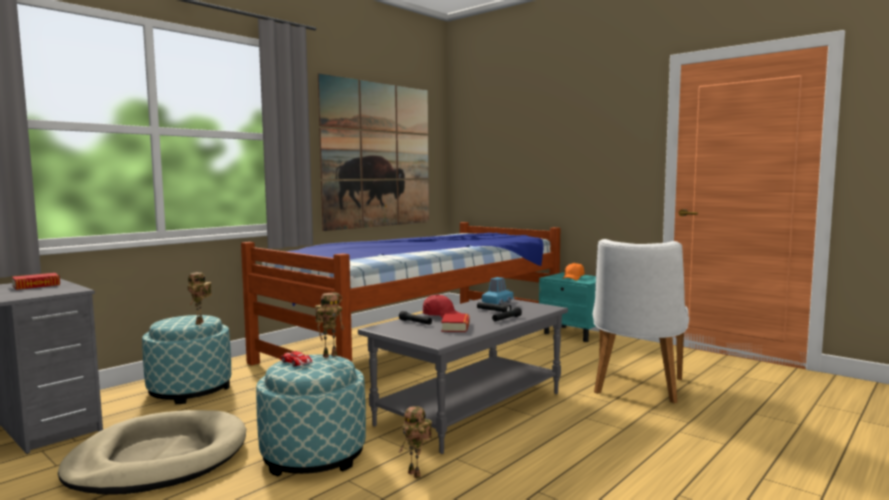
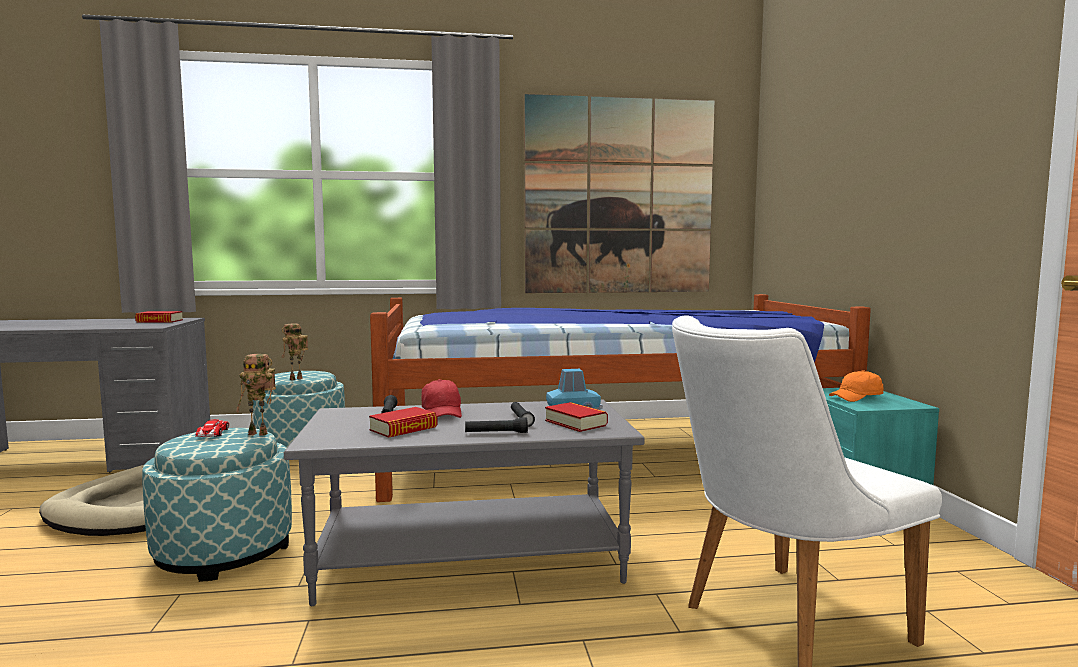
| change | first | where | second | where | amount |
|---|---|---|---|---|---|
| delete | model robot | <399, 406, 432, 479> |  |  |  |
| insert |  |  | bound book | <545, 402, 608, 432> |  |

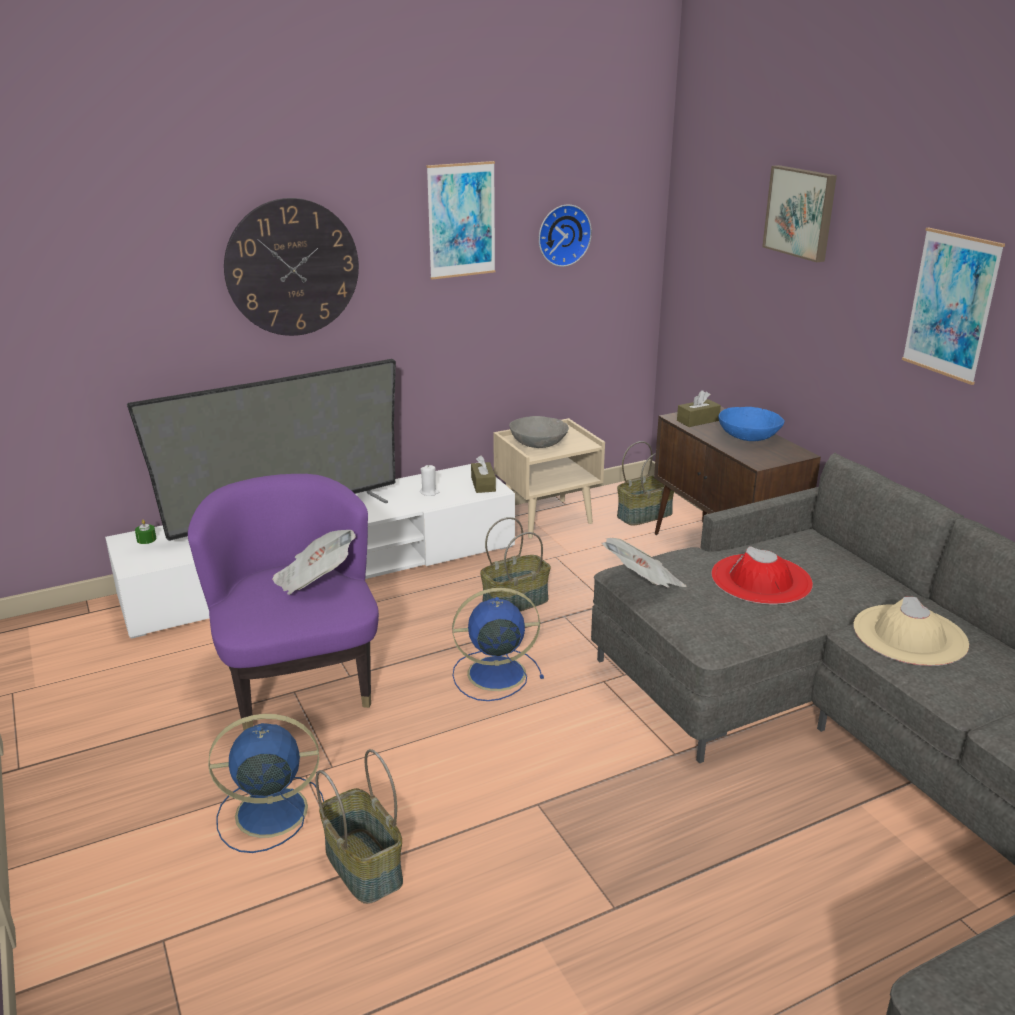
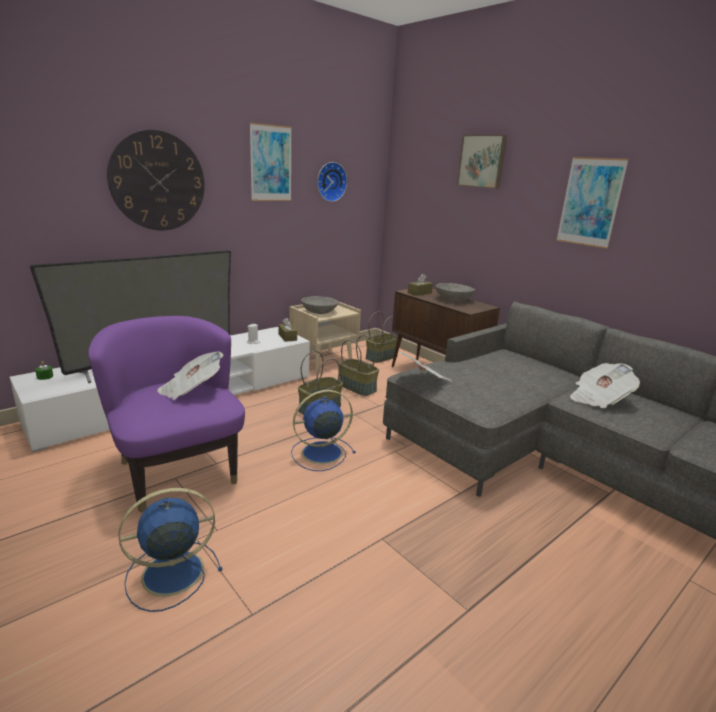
| change | first | where | second | where | amount |
|---|---|---|---|---|---|
| recolor | blue bowl | <718, 407, 785, 441> | grey bowl | <436, 283, 475, 301> |  |
| delete | red-coloured clothing hat | <711, 546, 813, 604> |  |  |  |
| replace | beige-coloured clothing hat | <853, 597, 969, 666> | printed paper | <570, 363, 640, 408> |  |
| move | household basket | <316, 749, 403, 904> |  | <339, 335, 379, 396> |  |

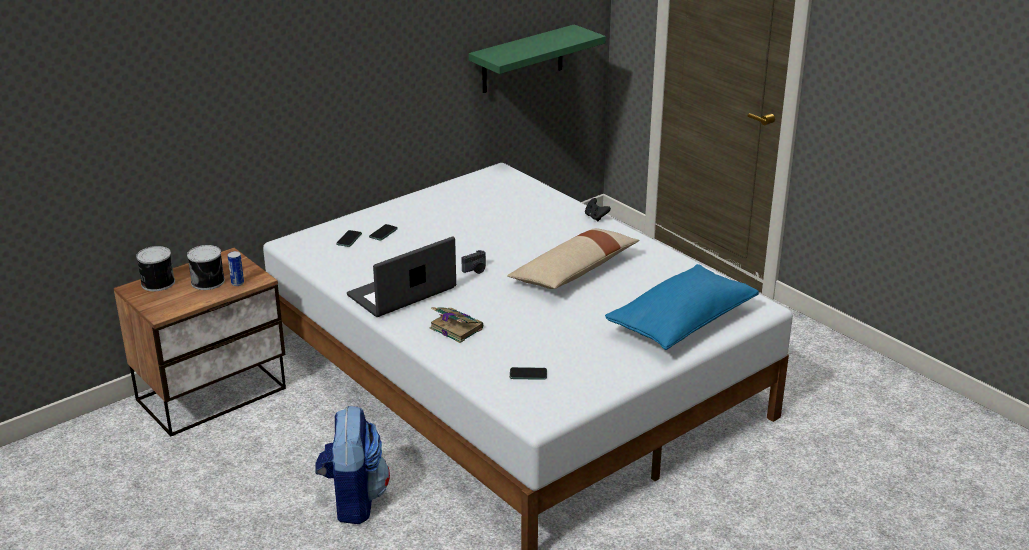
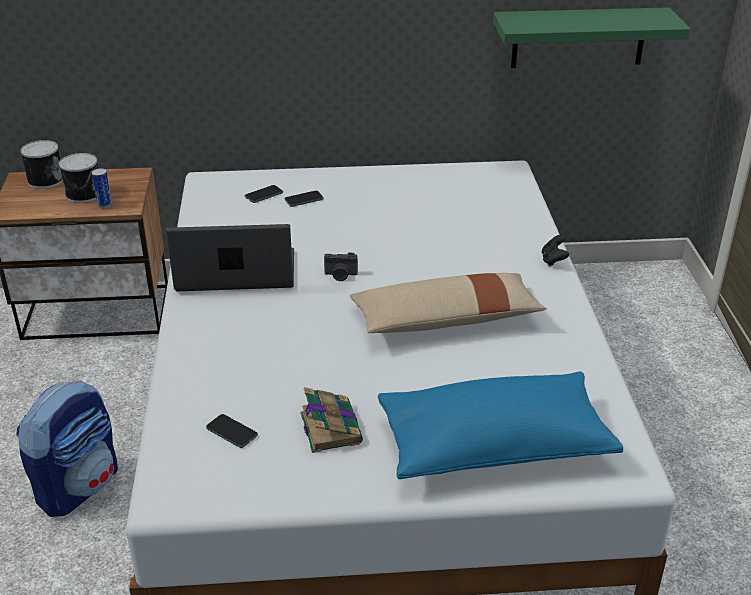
| change | first | where | second | where | amount |
|---|---|---|---|---|---|
| move | bound book | <430, 307, 483, 343> |  | <300, 387, 363, 453> |  |

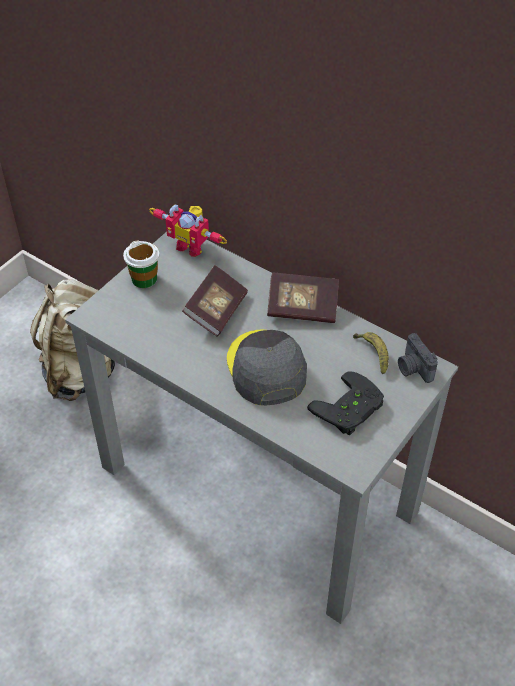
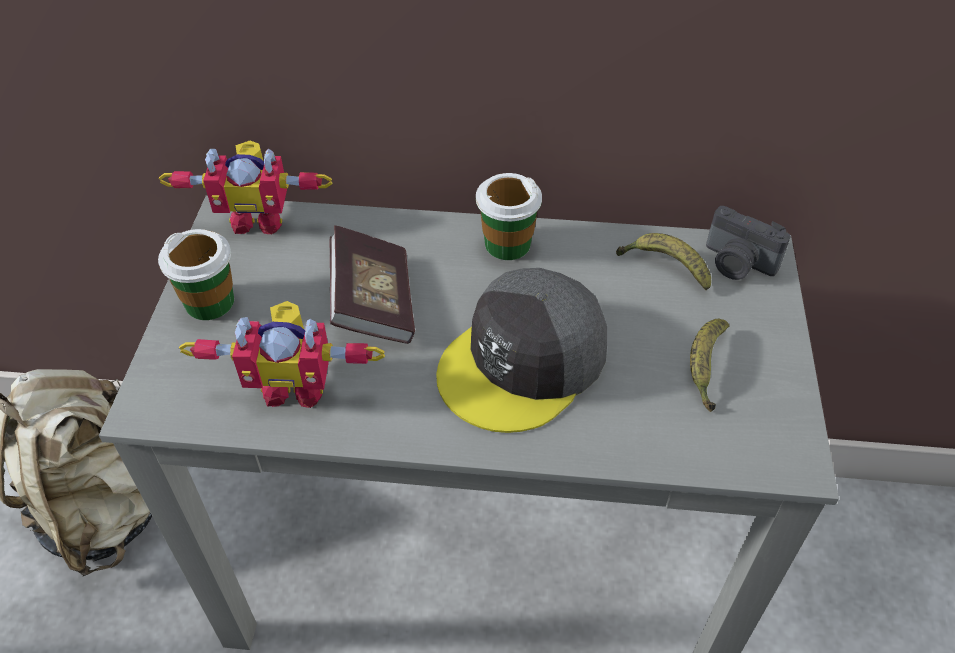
| change | first | where | second | where | amount |
|---|---|---|---|---|---|
| replace | bound book | <267, 272, 339, 323> | drinking cup | <476, 173, 542, 260> |  |
| rotate | grey cap | <227, 330, 307, 405> |  | <436, 268, 607, 433> | 90 degrees counterclockwise |
| replace | black-coloured game controller | <307, 371, 384, 435> | whole banana | <690, 319, 730, 412> |  |
| insert |  |  | model robot | <179, 301, 385, 408> |  |

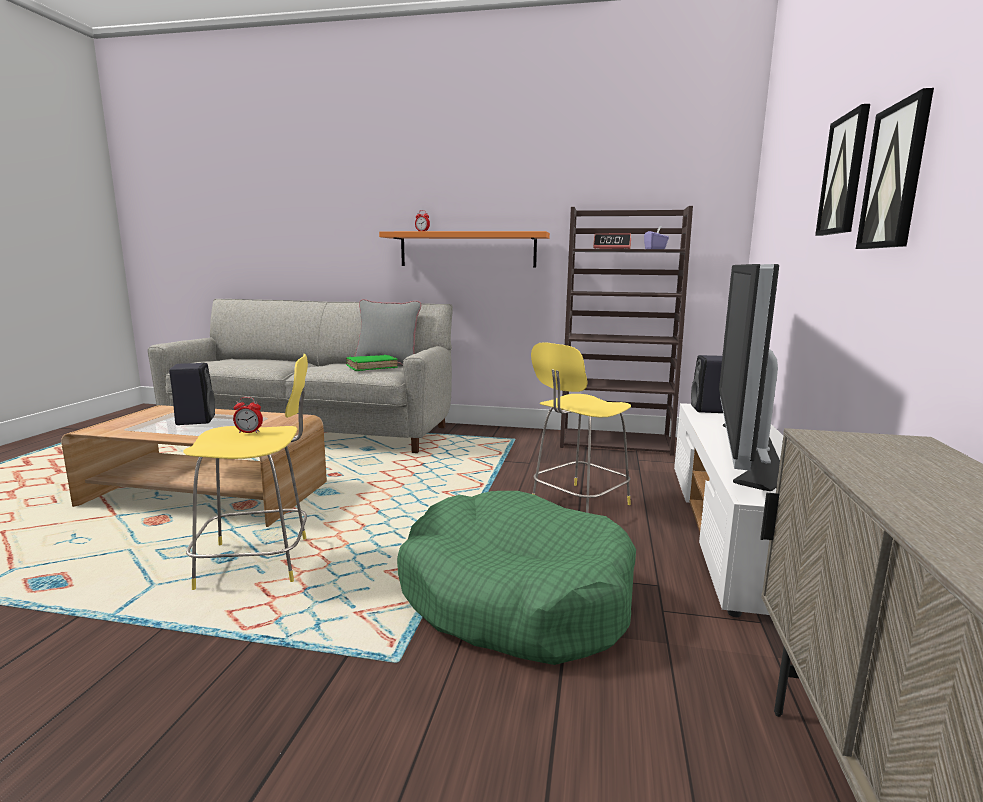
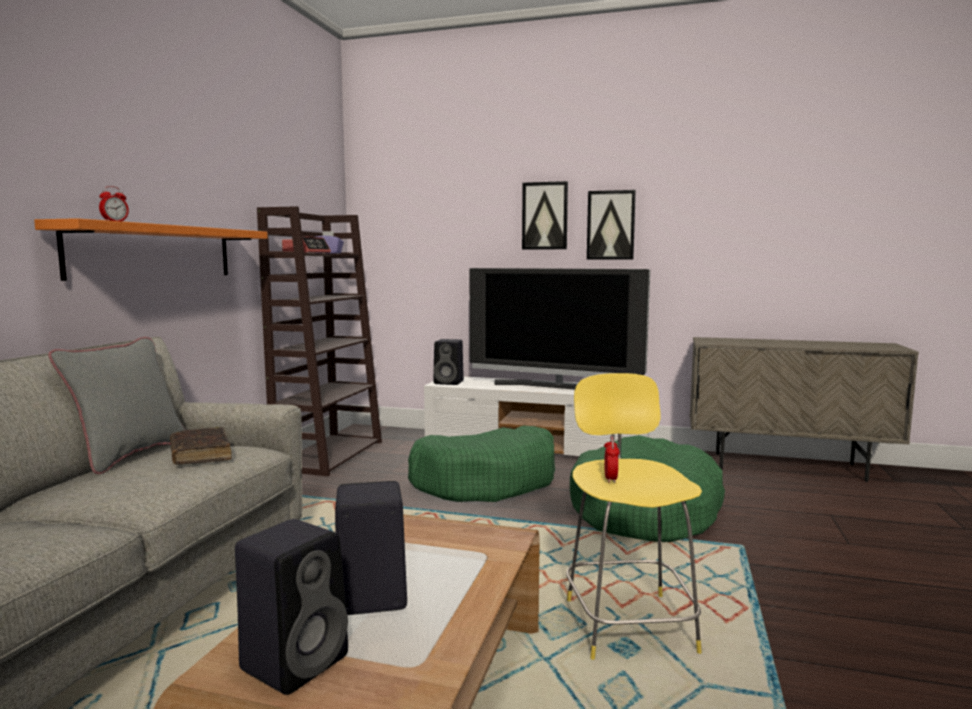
| change | first | where | second | where | amount |
|---|---|---|---|---|---|
| replace | yellowish stool seat | <531, 342, 631, 513> | green-coloured dog bed | <408, 425, 555, 502> |  |
| recolor | green-coloured bound book | <346, 355, 398, 371> | brown bound book | <170, 427, 232, 464> |  |
| insert |  |  | black-coloured speaker | <235, 519, 348, 695> |  |

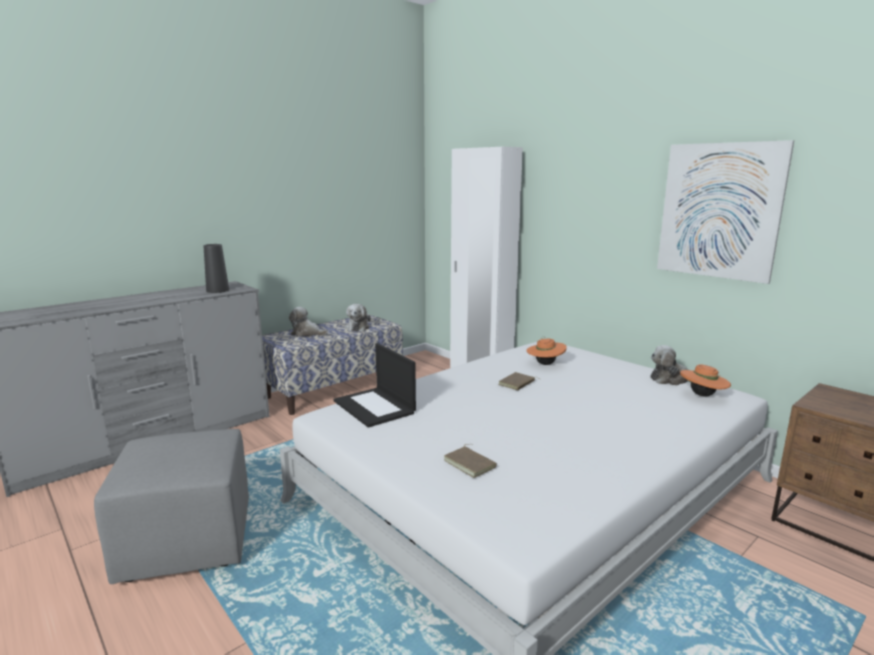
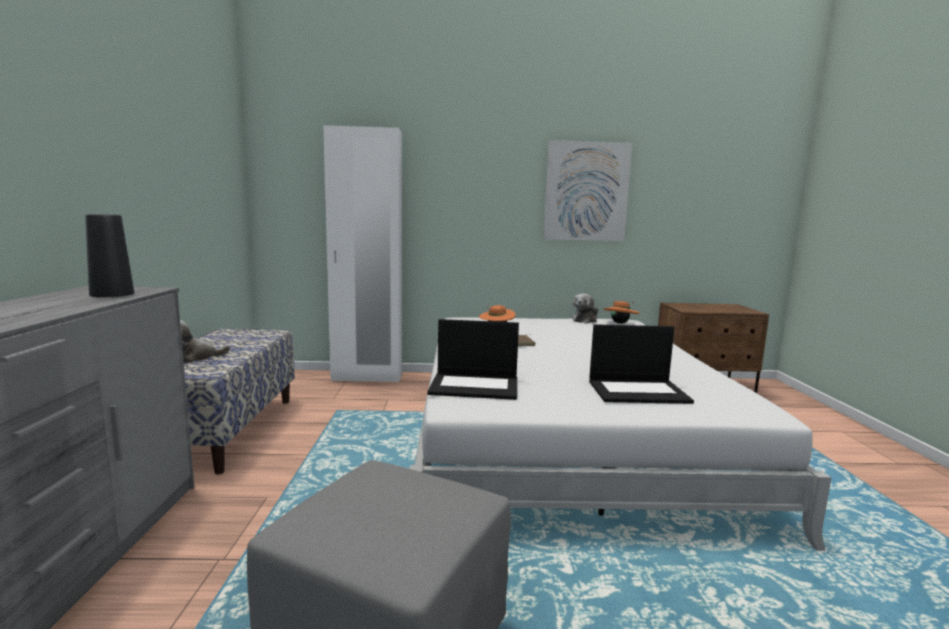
| change | first | where | second | where | amount |
|---|---|---|---|---|---|
| delete | cuddly toy | <345, 304, 371, 331> |  |  |  |
| replace | brown bound book | <444, 444, 497, 478> | notebook computer | <589, 324, 694, 404> |  |

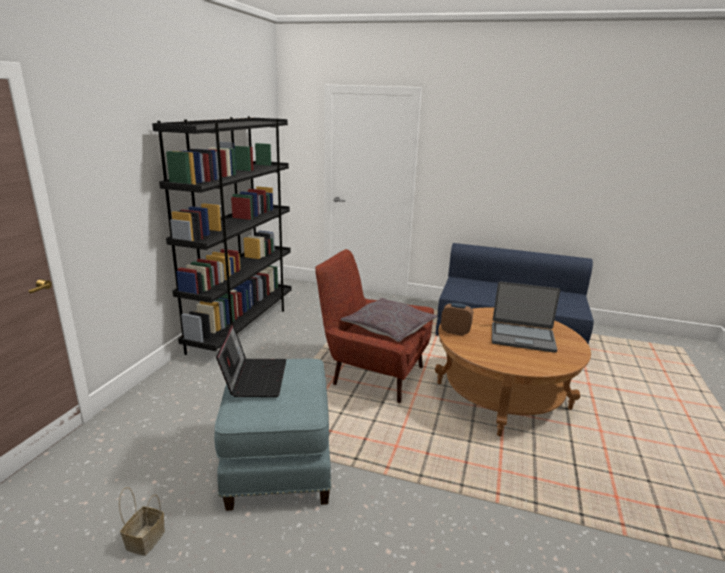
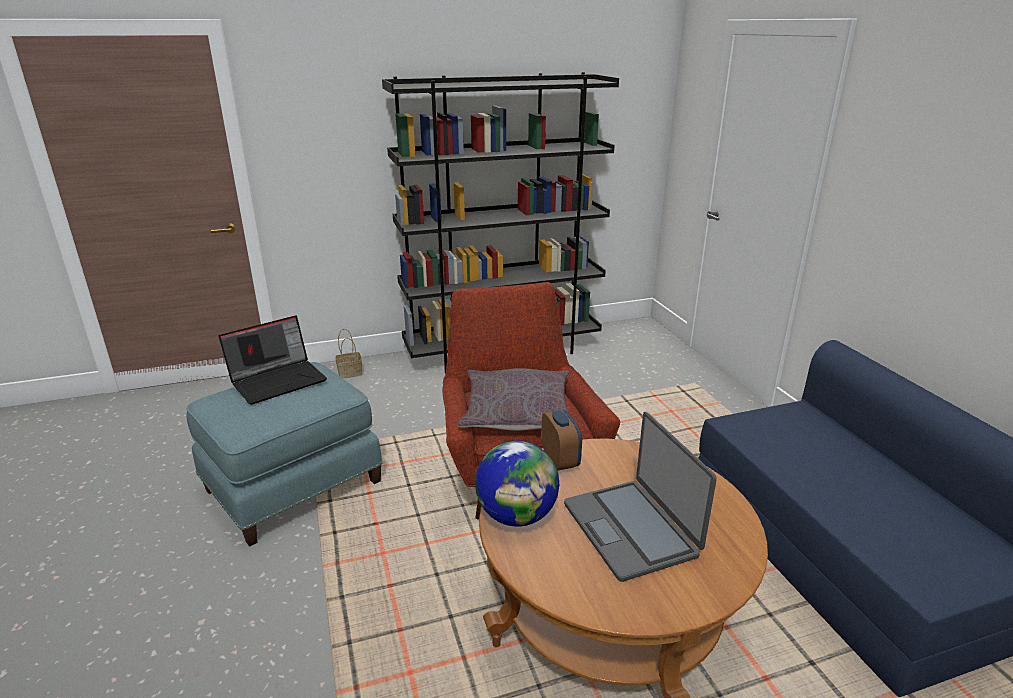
| change | first | where | second | where | amount |
|---|---|---|---|---|---|
| move | household basket | <119, 487, 165, 556> |  | <335, 329, 362, 379> |  |
| insert |  |  | desk globe | <475, 440, 559, 526> |  |

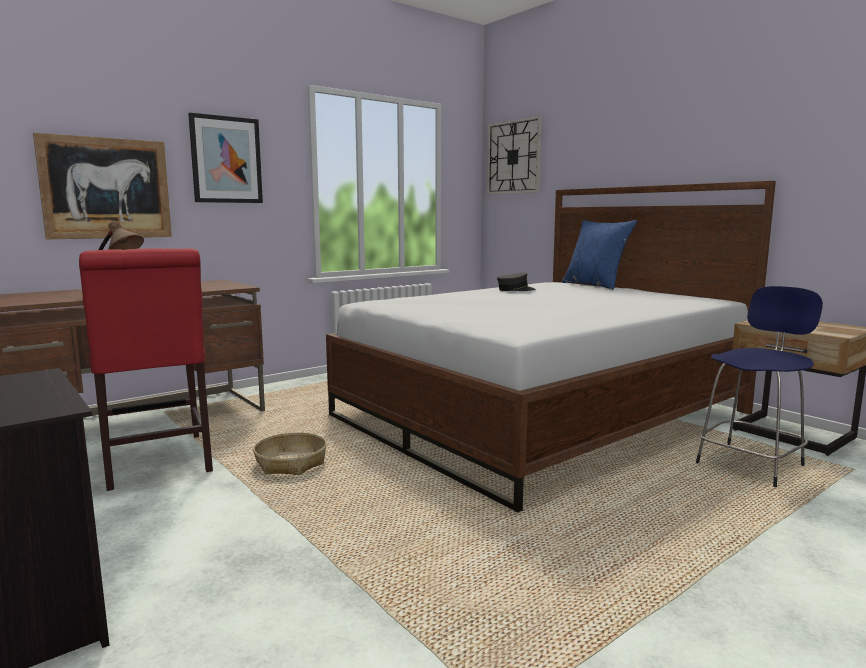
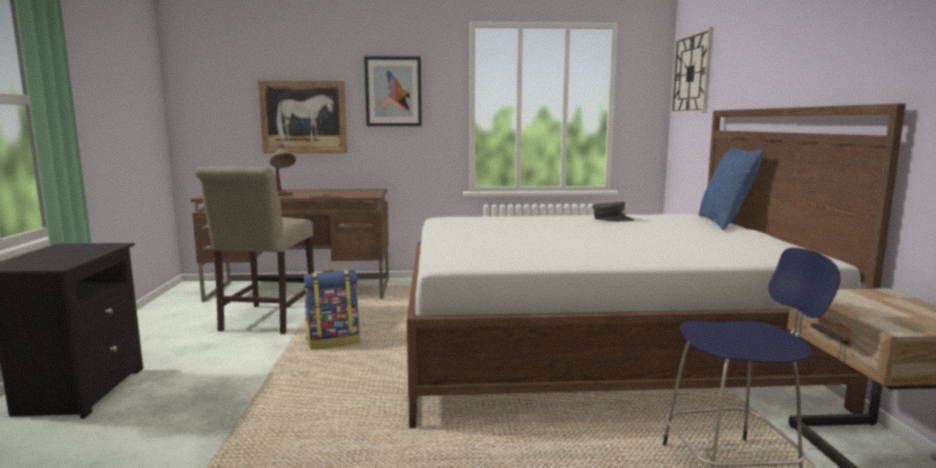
| change | first | where | second | where | amount |
|---|---|---|---|---|---|
| recolor | red-coloured upright chair | <79, 248, 213, 491> | beige-coloured upright chair | <195, 166, 314, 334> |  |
| replace | household basket | <253, 432, 327, 475> | rucksack | <303, 270, 359, 350> |  |

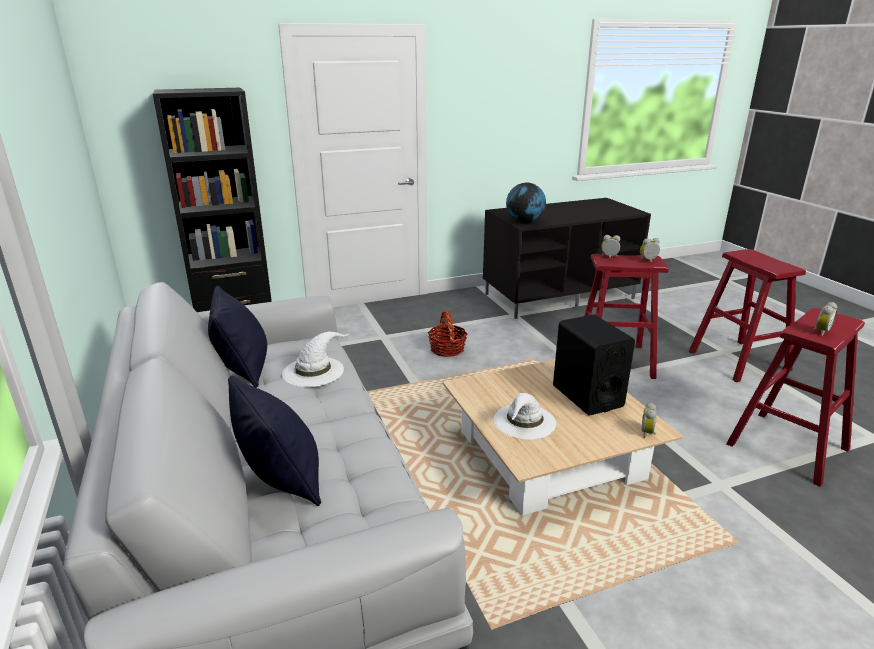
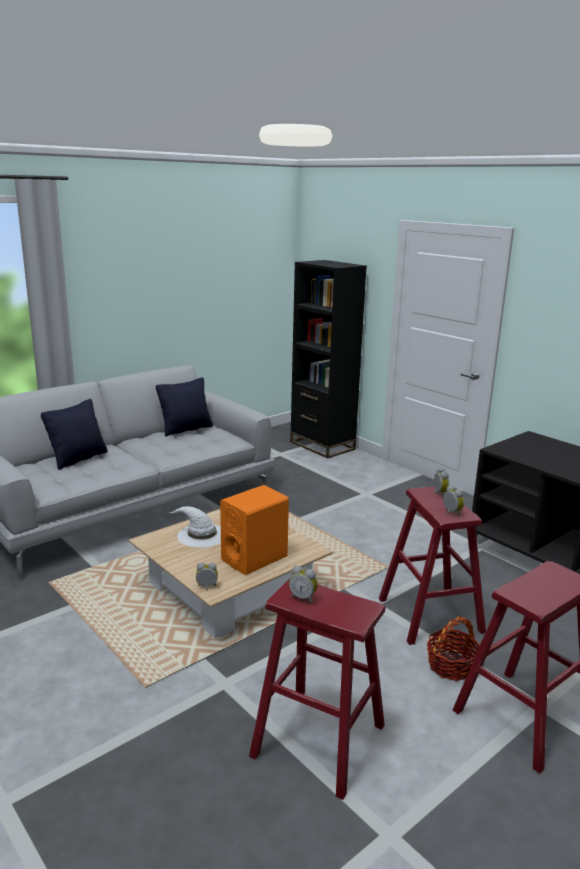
| change | first | where | second | where | amount |
|---|---|---|---|---|---|
| delete | desk globe | <506, 183, 546, 224> |  |  |  |
| move | household basket | <428, 311, 467, 357> |  | <427, 616, 480, 681> |  |
| recolor | black-coloured speaker | <553, 314, 635, 416> | orange-coloured speaker | <220, 485, 289, 575> |  |
| delete | whitish clothing hat | <282, 331, 350, 387> |  |  |  |

